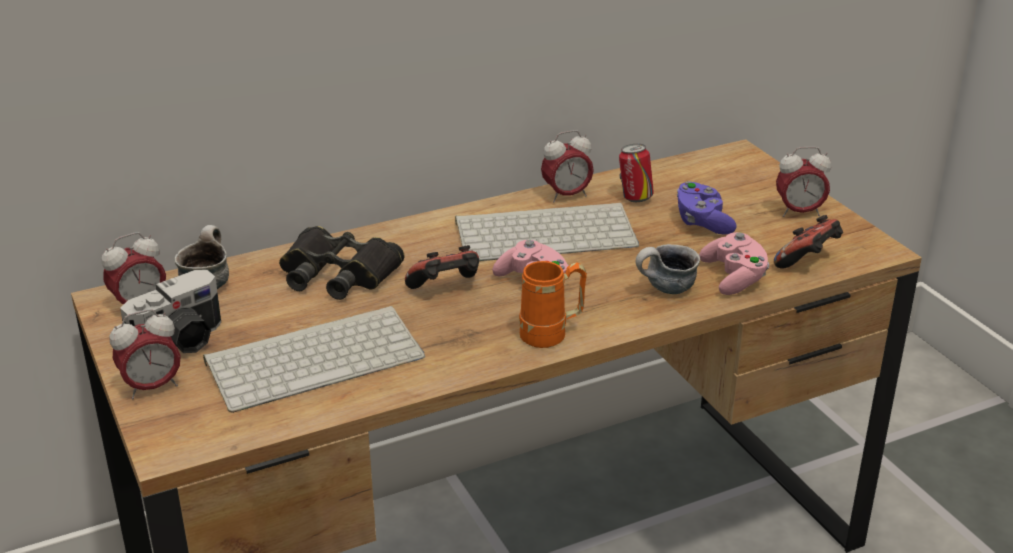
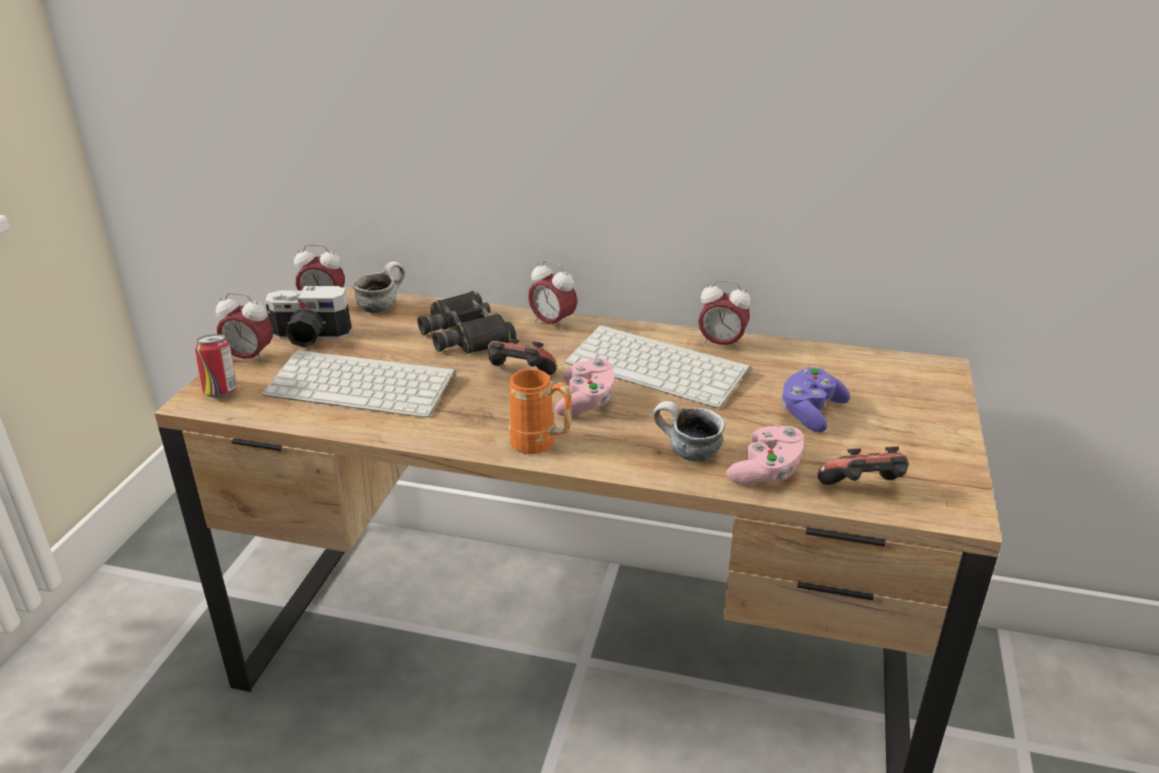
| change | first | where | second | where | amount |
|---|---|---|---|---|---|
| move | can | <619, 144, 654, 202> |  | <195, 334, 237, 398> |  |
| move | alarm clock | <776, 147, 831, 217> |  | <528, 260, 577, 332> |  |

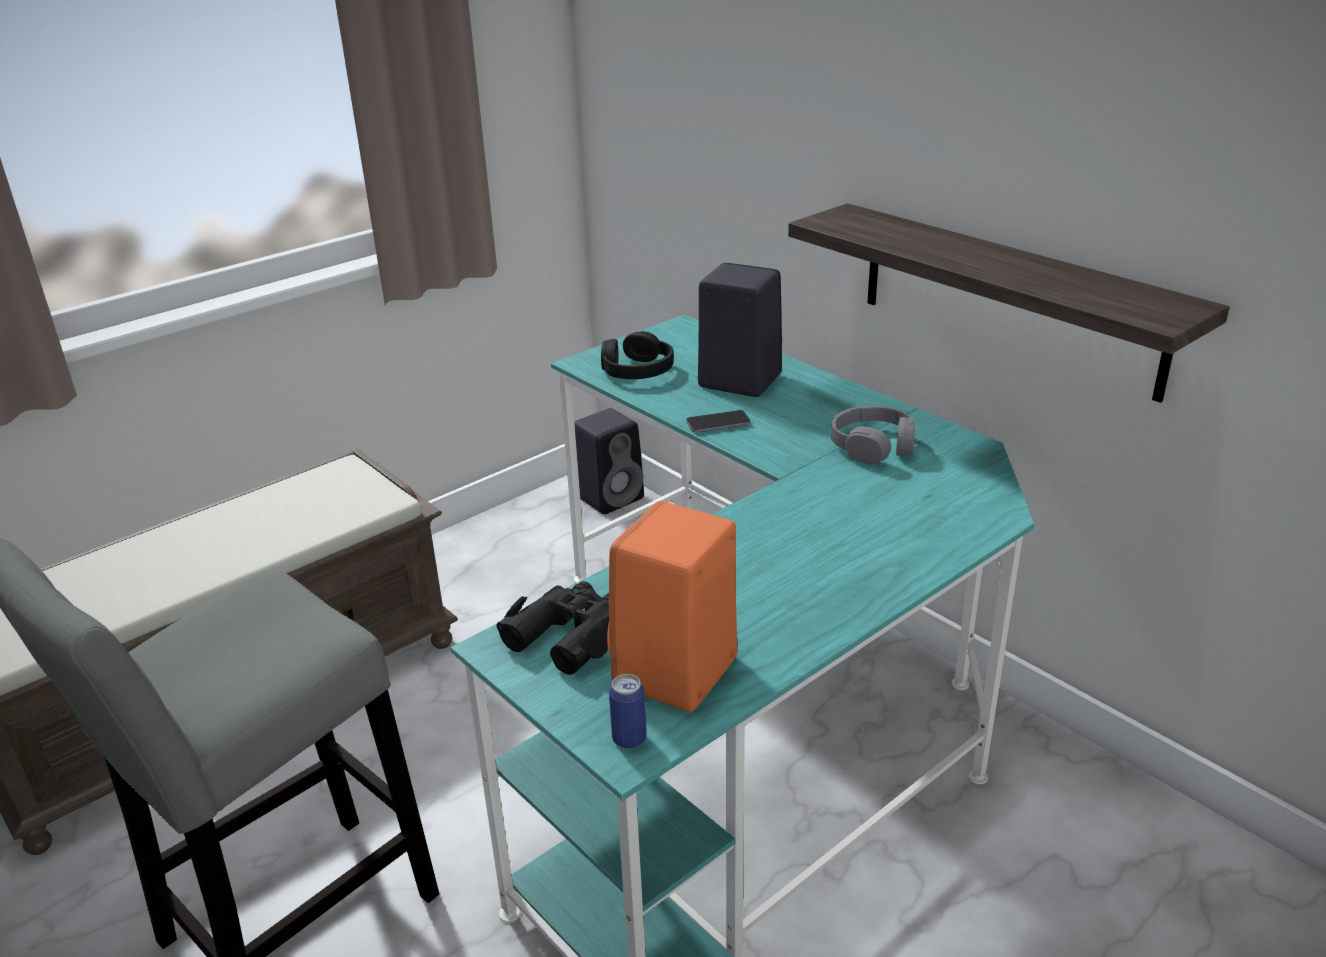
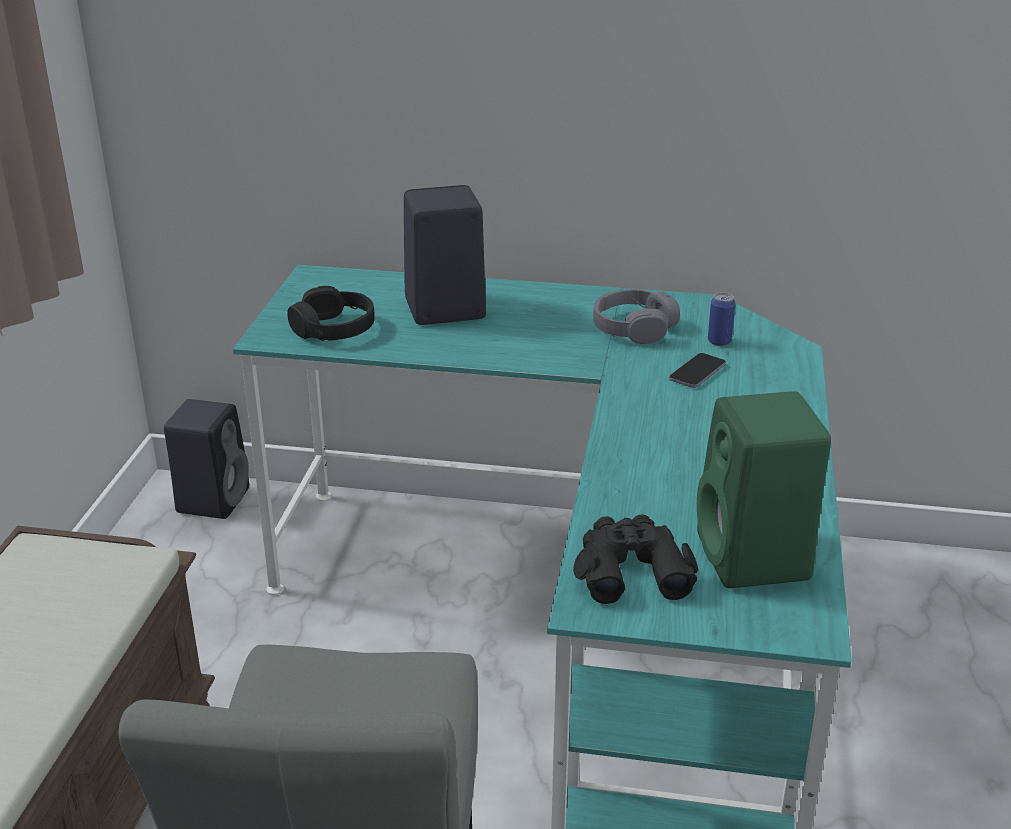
| change | first | where | second | where | amount |
|---|---|---|---|---|---|
| delete | shelf | <788, 203, 1230, 403> |  |  |  |
| move | handset | <687, 410, 751, 433> |  | <669, 353, 726, 388> |  |
| recolor | orange-coloured speaker | <607, 501, 737, 712> | green-coloured speaker | <697, 391, 831, 588> |  |
| move | can | <609, 674, 647, 749> |  | <708, 292, 736, 346> |  |

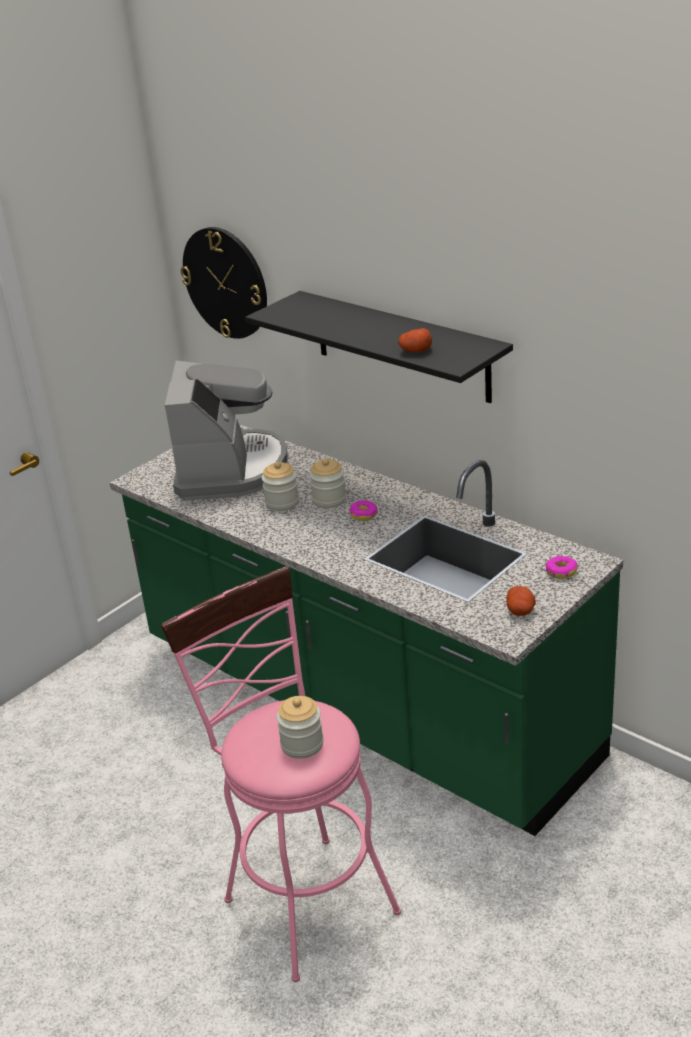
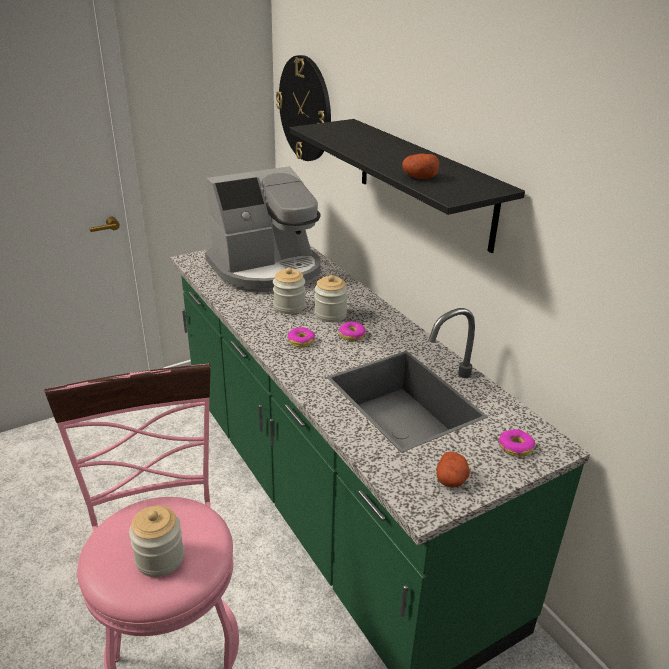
| change | first | where | second | where | amount |
|---|---|---|---|---|---|
| rotate | coffee machine | <165, 361, 287, 501> |  | <205, 166, 321, 292> | 45 degrees clockwise |
| insert |  |  | doughnut | <288, 327, 315, 347> |  |

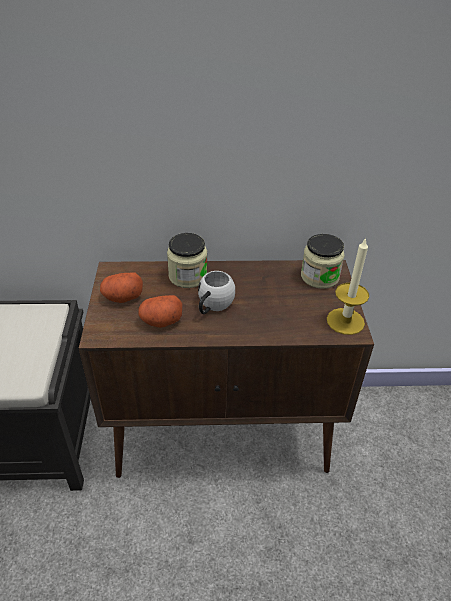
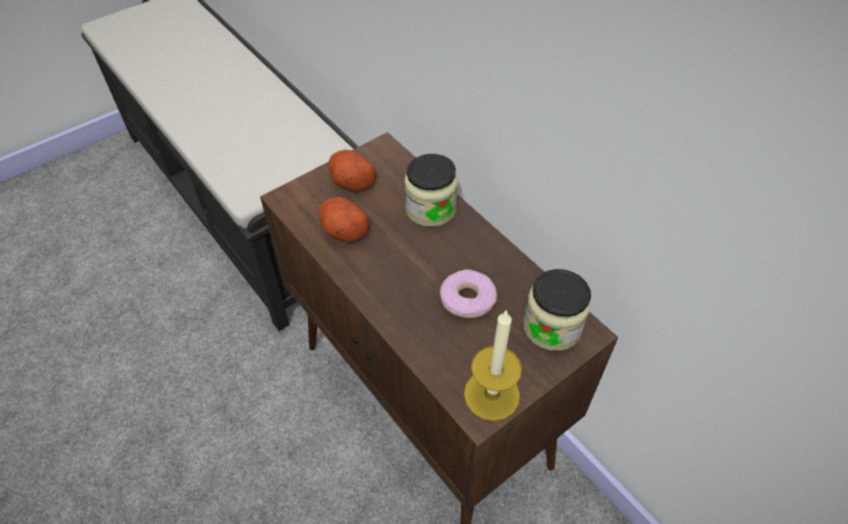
| change | first | where | second | where | amount |
|---|---|---|---|---|---|
| delete | whitish coffee mug | <198, 271, 235, 314> |  |  |  |
| insert |  |  | doughnut | <440, 269, 497, 318> |  |

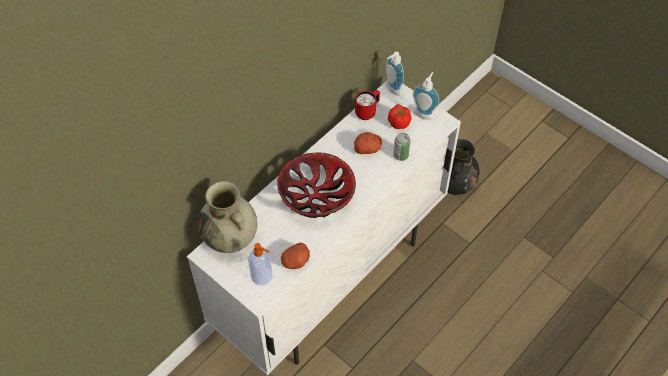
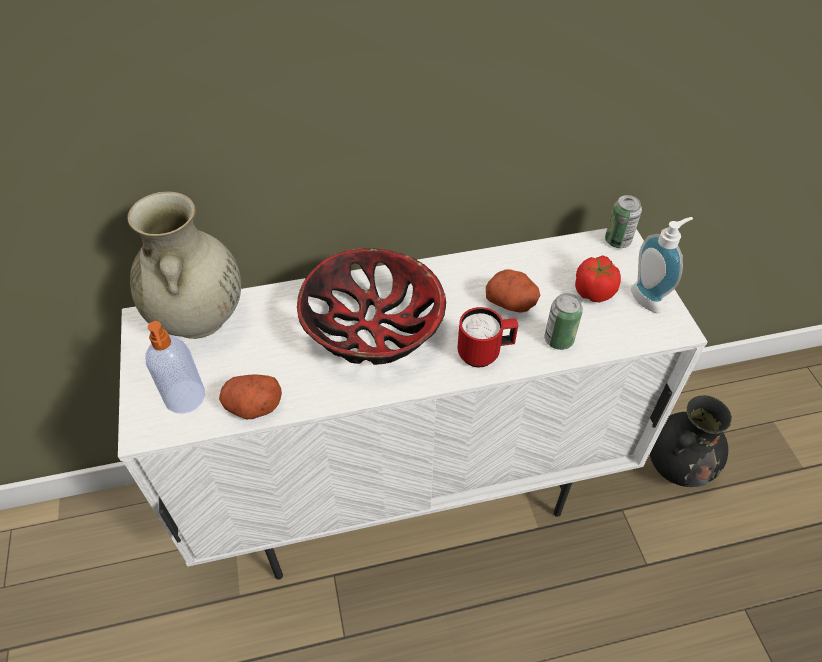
| change | first | where | second | where | amount |
|---|---|---|---|---|---|
| replace | soap bottle | <386, 51, 404, 96> | can | <605, 195, 642, 248> |  |
| move | red-coloured coffee mug | <355, 90, 380, 120> |  | <457, 307, 518, 367> |  |

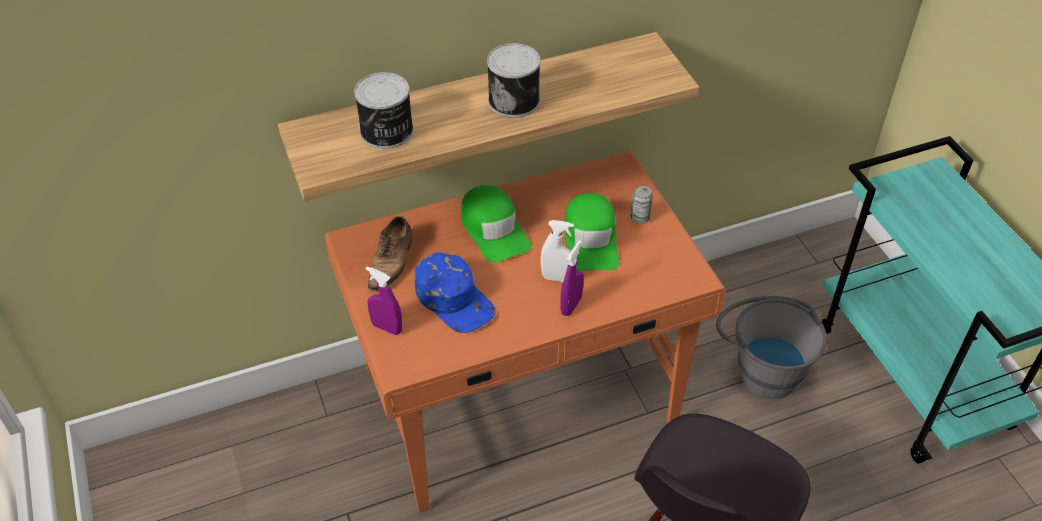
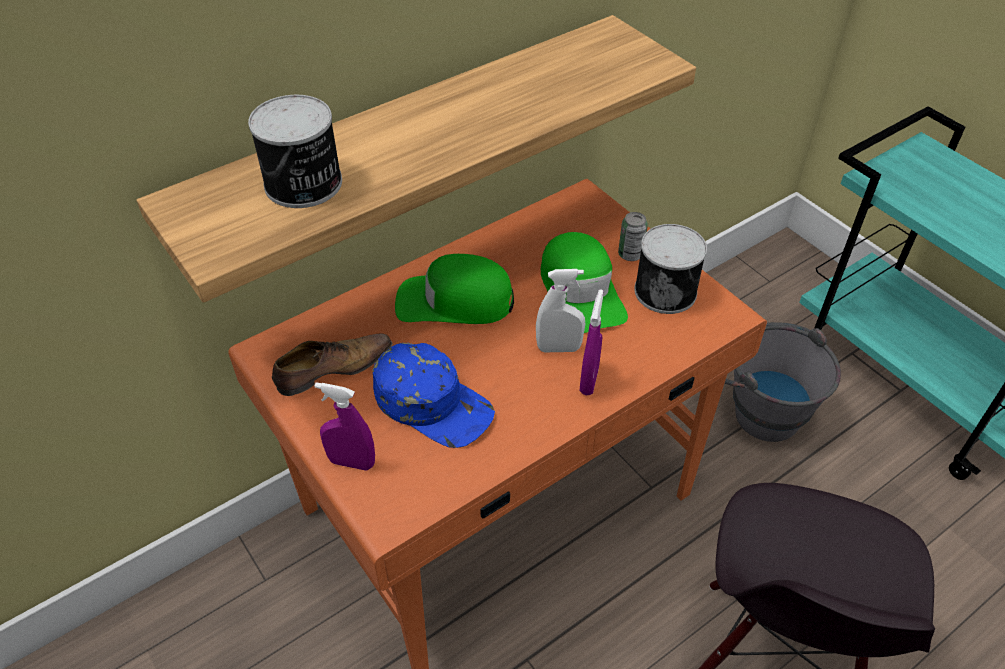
| change | first | where | second | where | amount |
|---|---|---|---|---|---|
| move | can | <487, 43, 540, 118> |  | <634, 224, 707, 314> |  |
| rotate | green-coloured cap | <461, 185, 531, 263> |  | <395, 254, 514, 324> | 135 degrees clockwise |
| rotate | item of footwear | <368, 216, 412, 291> |  | <272, 333, 392, 396> | 120 degrees counterclockwise |

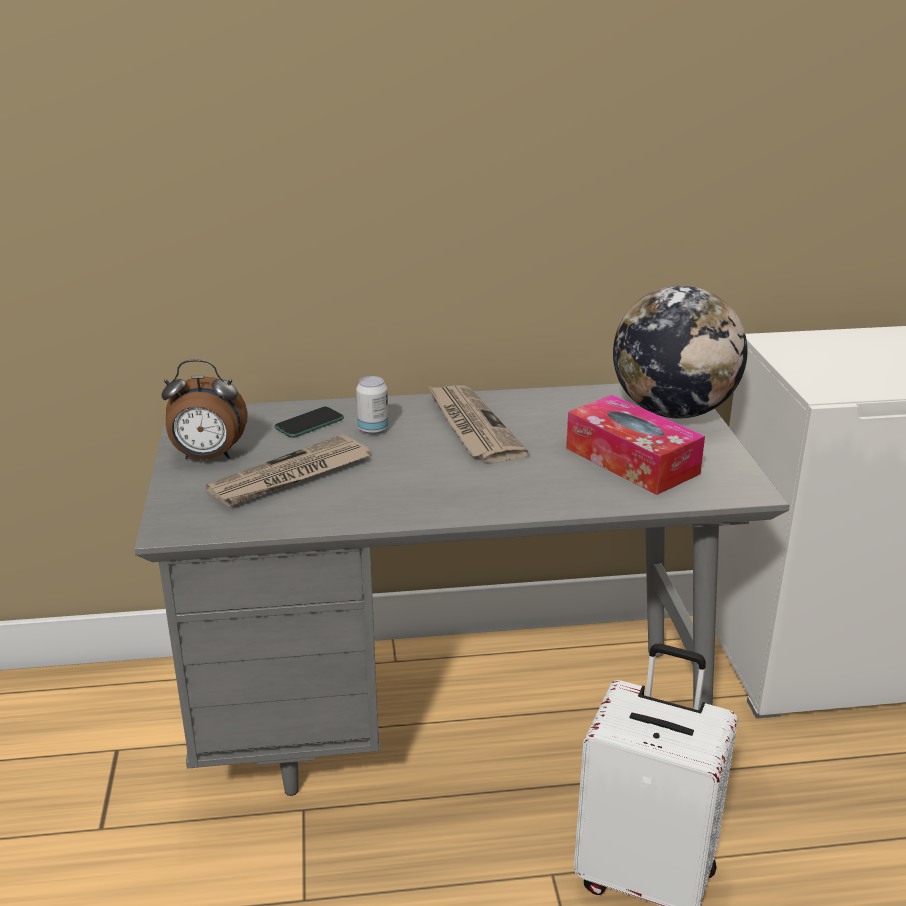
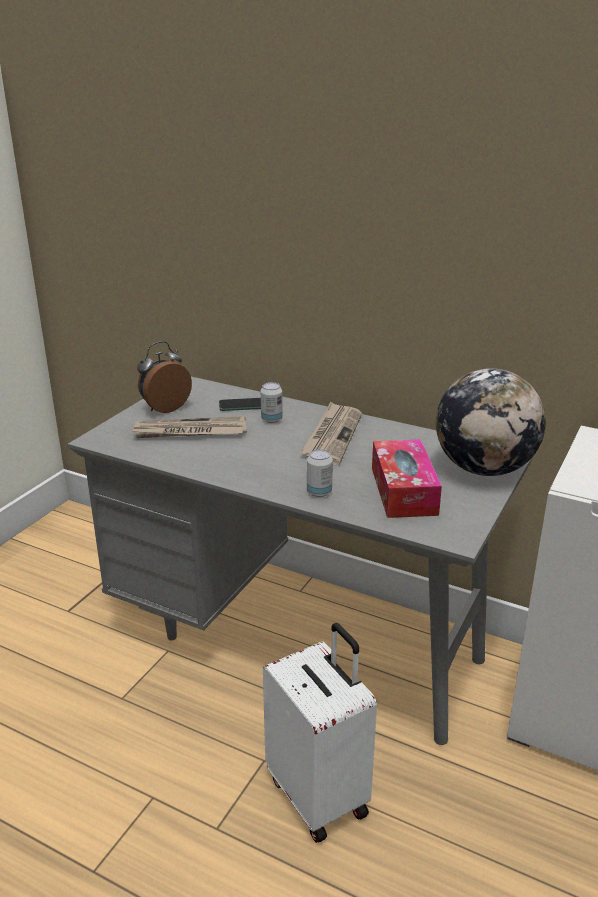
| change | first | where | second | where | amount |
|---|---|---|---|---|---|
| rotate | alarm clock | <161, 359, 248, 459> |  | <137, 341, 192, 413> | 105 degrees clockwise |
| insert |  |  | can | <307, 449, 333, 497> |  |

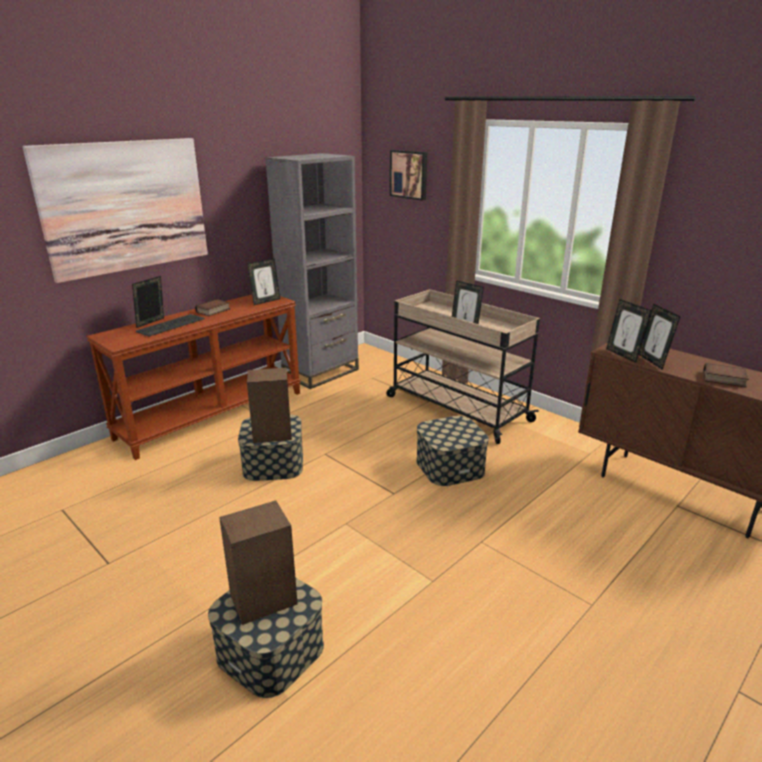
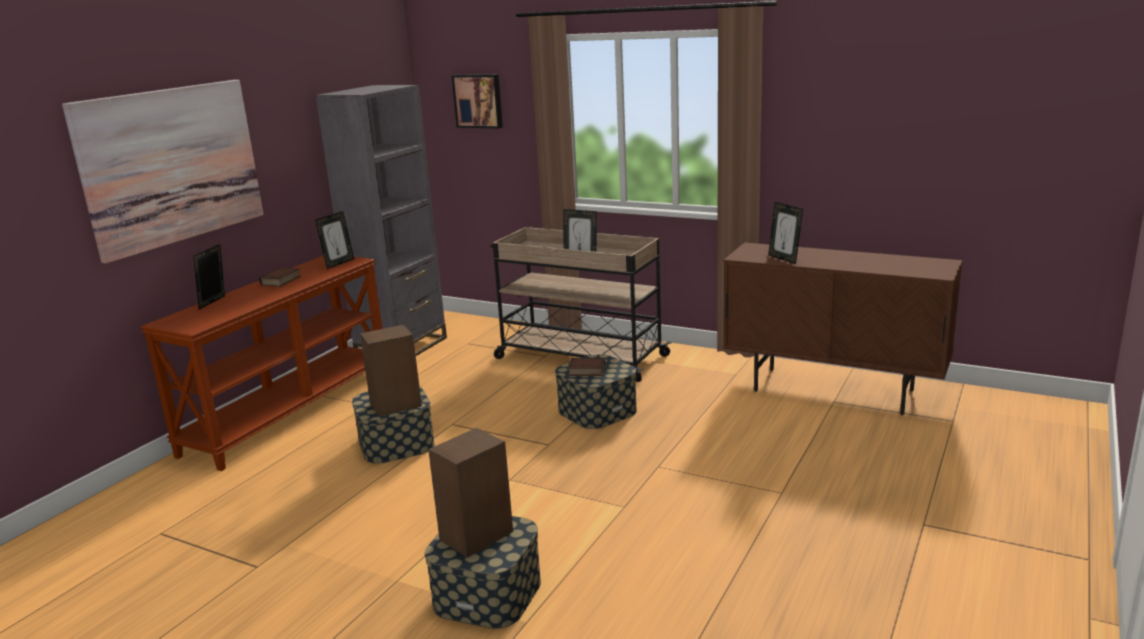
| change | first | where | second | where | amount |
|---|---|---|---|---|---|
| delete | photo frame | <606, 299, 651, 363> |  |  |  |
| delete | computer keyboard | <136, 314, 205, 336> |  |  |  |
| move | bound book | <703, 363, 749, 388> |  | <568, 358, 605, 376> |  |

